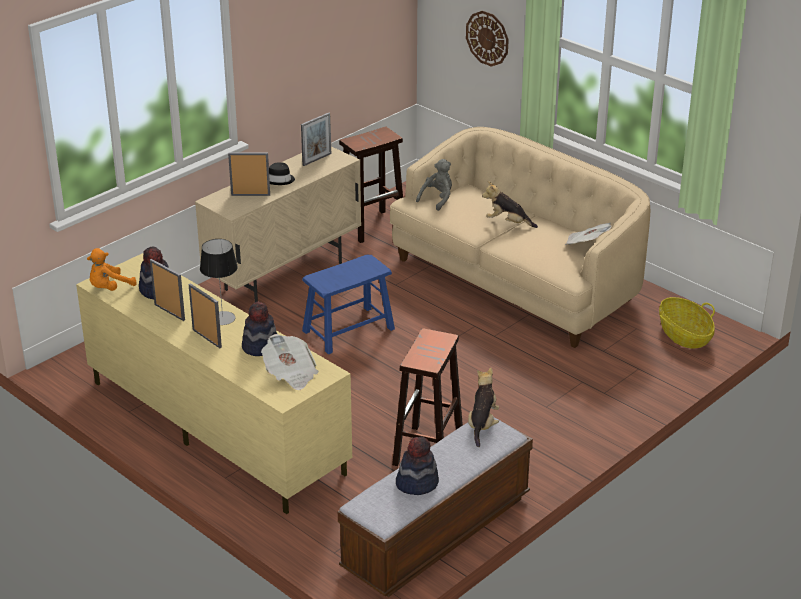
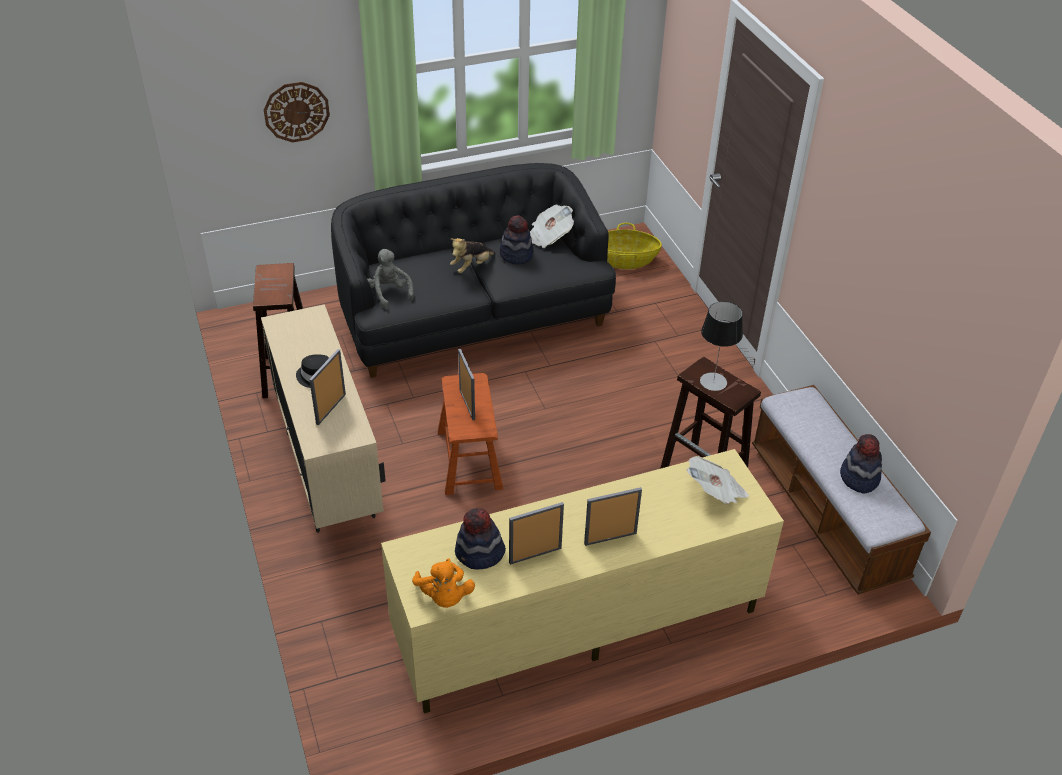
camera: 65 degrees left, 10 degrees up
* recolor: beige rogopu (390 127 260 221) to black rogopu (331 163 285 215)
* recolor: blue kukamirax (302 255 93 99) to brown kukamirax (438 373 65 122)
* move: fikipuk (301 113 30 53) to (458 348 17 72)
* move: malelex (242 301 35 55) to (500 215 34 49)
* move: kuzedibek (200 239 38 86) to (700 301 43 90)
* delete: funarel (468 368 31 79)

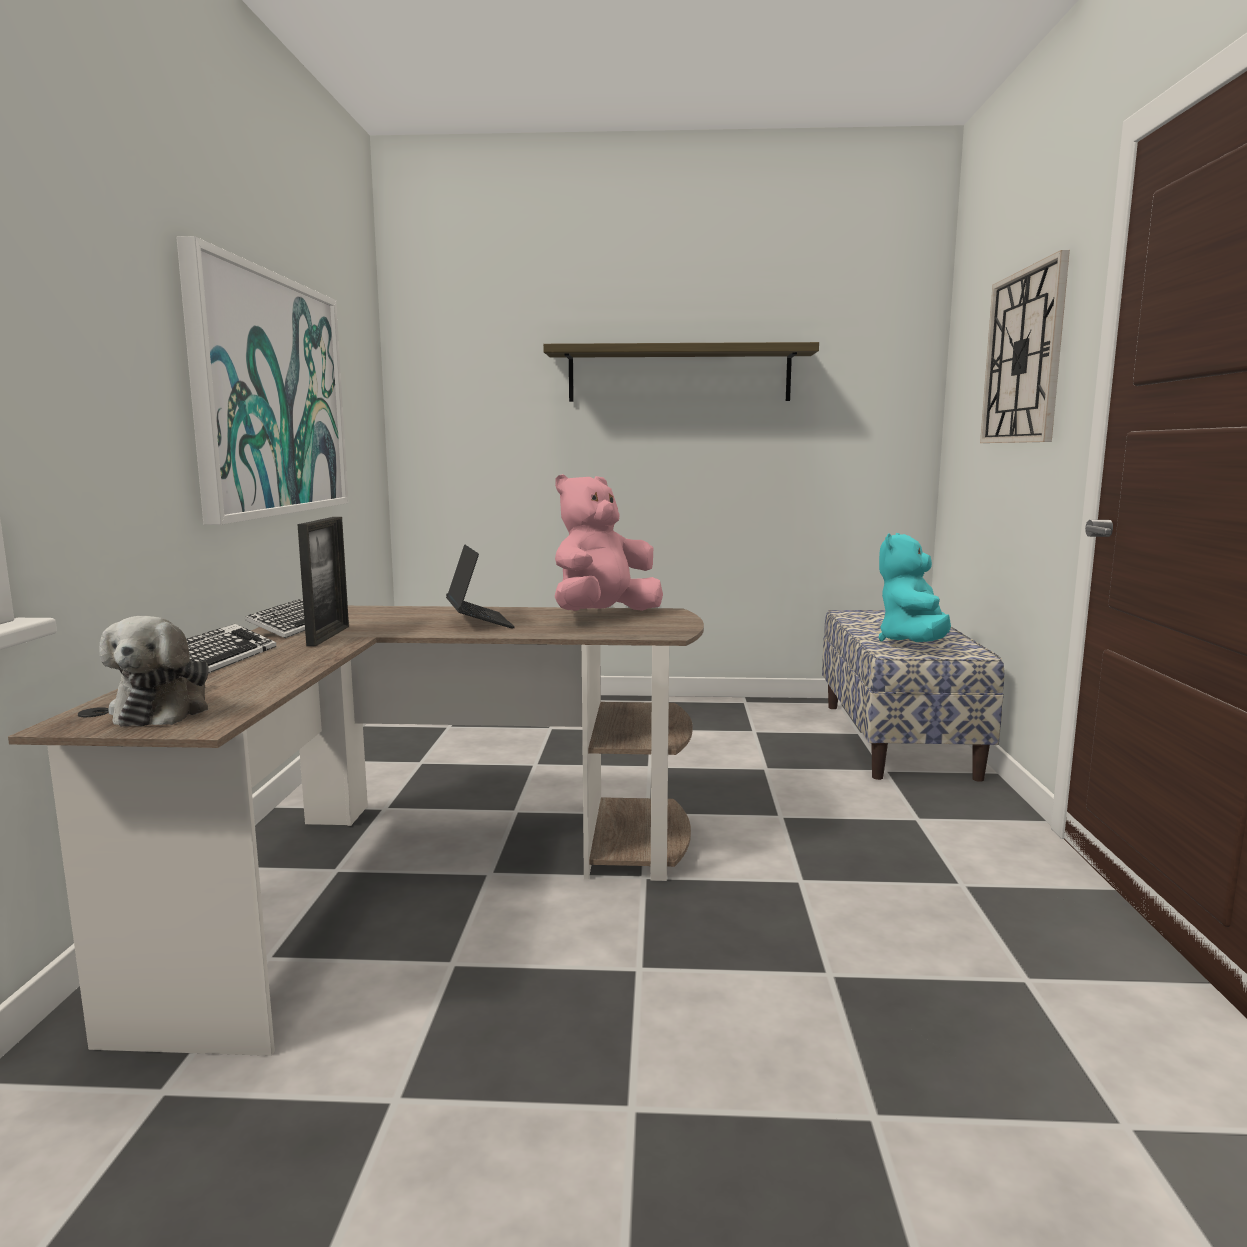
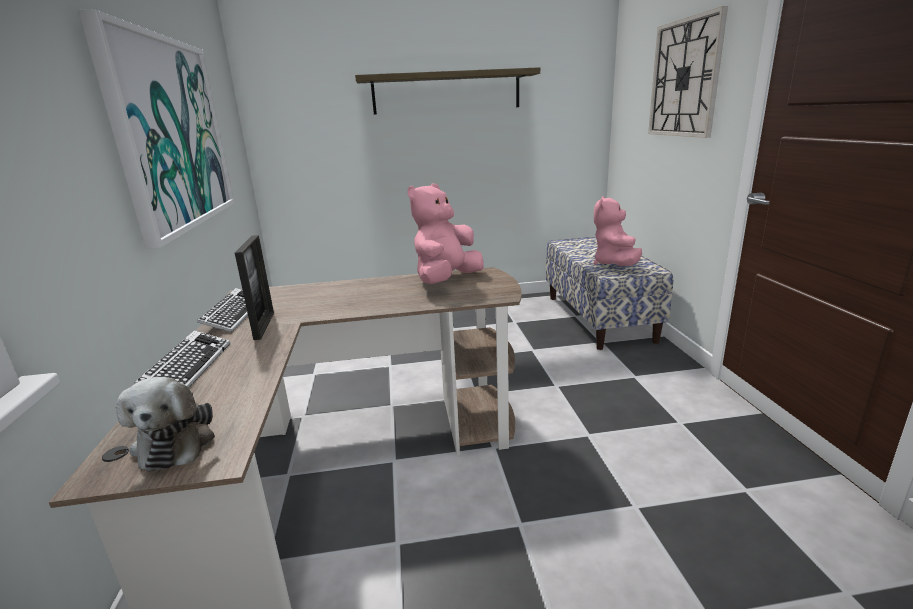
camera: 10 degrees left, 10 degrees up
* recolor: turquoise funarel (879 533 72 109) to pink funarel (594 196 48 70)
* delete: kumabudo (446 544 69 84)

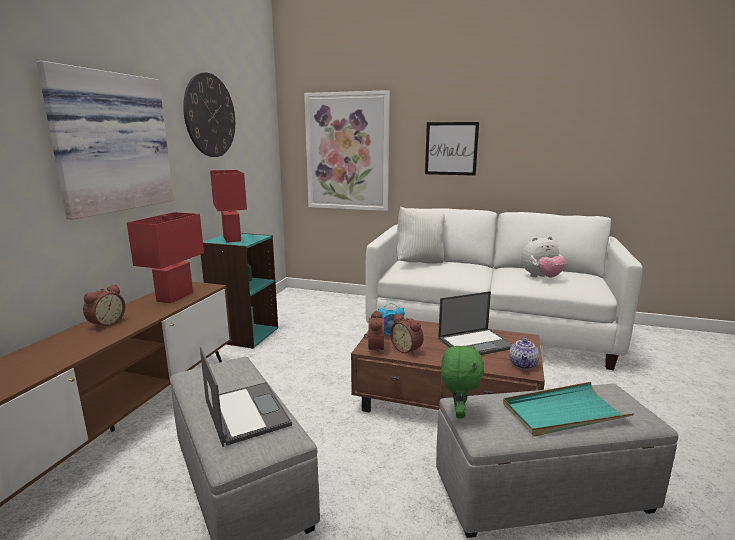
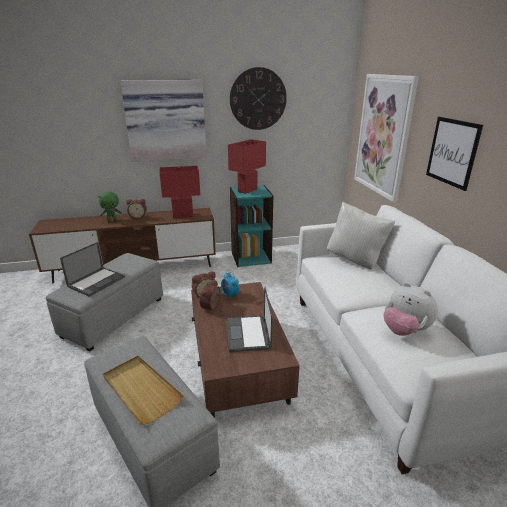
camera: 60 degrees right, 10 degrees up
* move: green funarel (441 344 43 75) to (98 192 24 29)
* recolor: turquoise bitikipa (503 382 131 54) to beige bitikipa (103 356 81 69)
* rotate: kumabudo (438 291 75 64) = (227 287 46 65) 45 degrees clockwise
* delete: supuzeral (509 337 30 33)

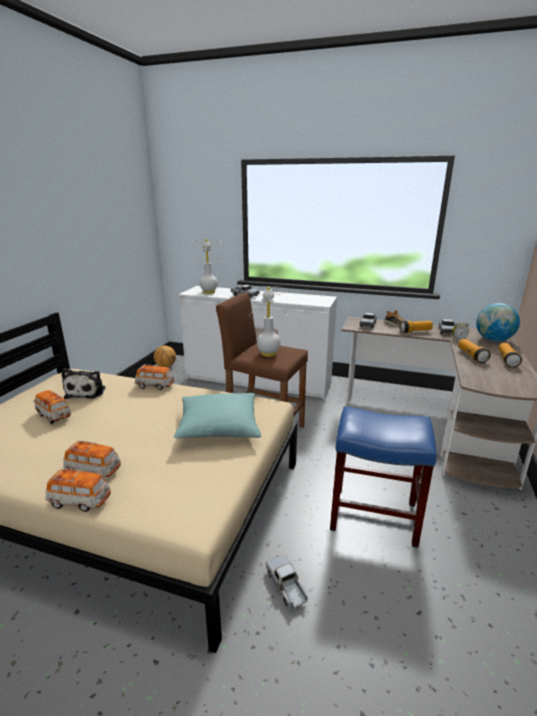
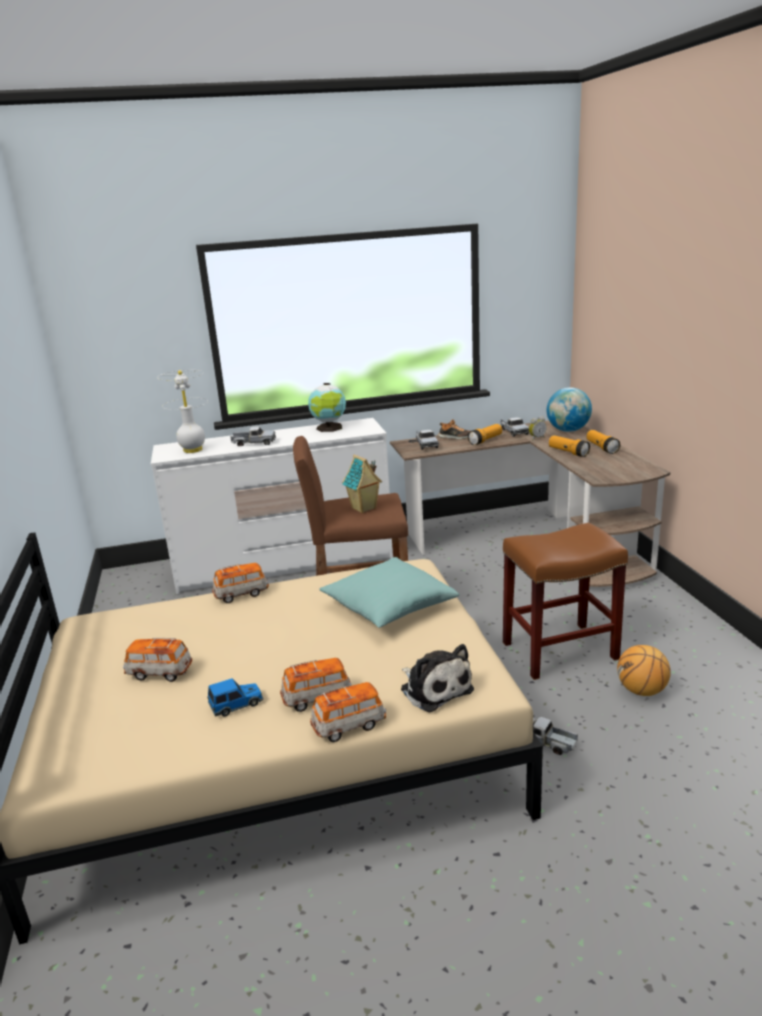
camera: 30 degrees left, 0 degrees up
* insert: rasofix (207 678 57 38)
* insert: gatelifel (308 383 38 49)
* replace: white kuzedibek (249 286 39 71) to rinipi (342 454 40 59)
* move: funarel (62 368 44 31) to (401 644 73 69)
* recolor: blue kukamirax (330 406 107 142) to brown kukamirax (503 523 125 157)
* move: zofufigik (154 346 22 21) to (617 645 54 51)

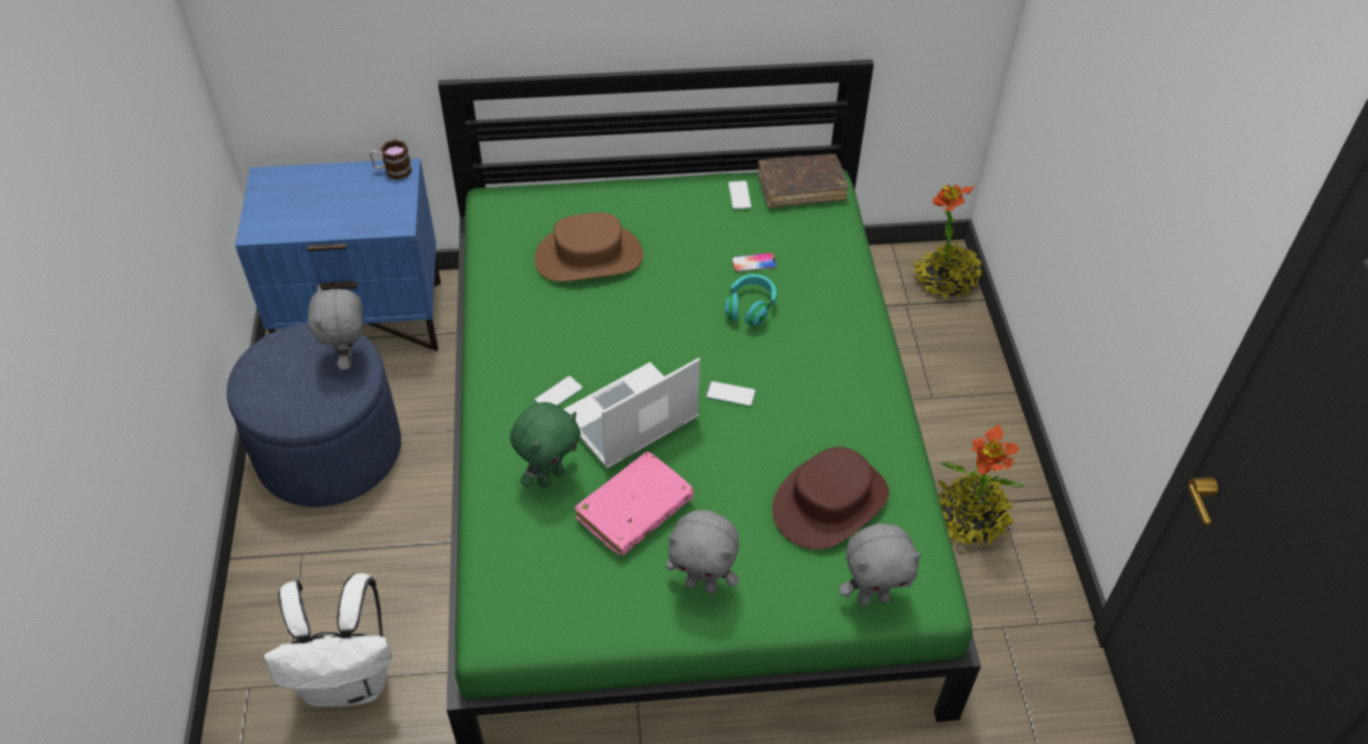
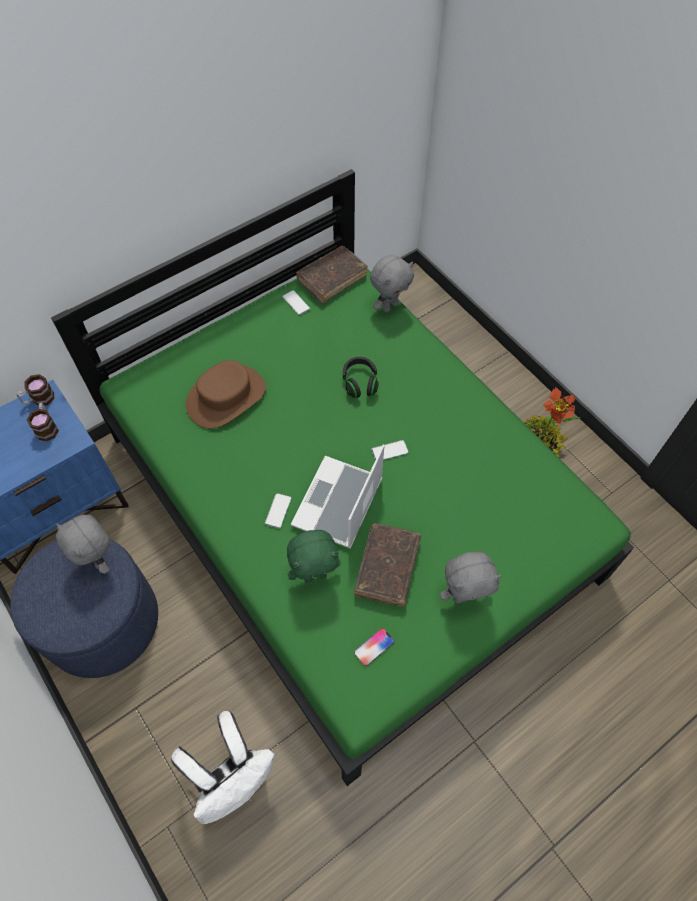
camera: 30 degrees left, 10 degrees up
* insert: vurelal (27 403 32 39)
* rotate: green funarel (510 402 71 86) = (287 530 54 52) 60 degrees clockwise
* recolor: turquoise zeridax (725 274 51 52) to black zeridax (343 357 36 41)
* recolor: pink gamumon (575 452 119 104) to brown gamumon (354 523 67 84)
* move: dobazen (732 253 45 19) to (354 628 40 38)
* move: grey funarel (839 524 83 82) to (370 255 44 57)
* delete: brown malelex (772 447 117 103)
* delete: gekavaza (911 184 71 115)

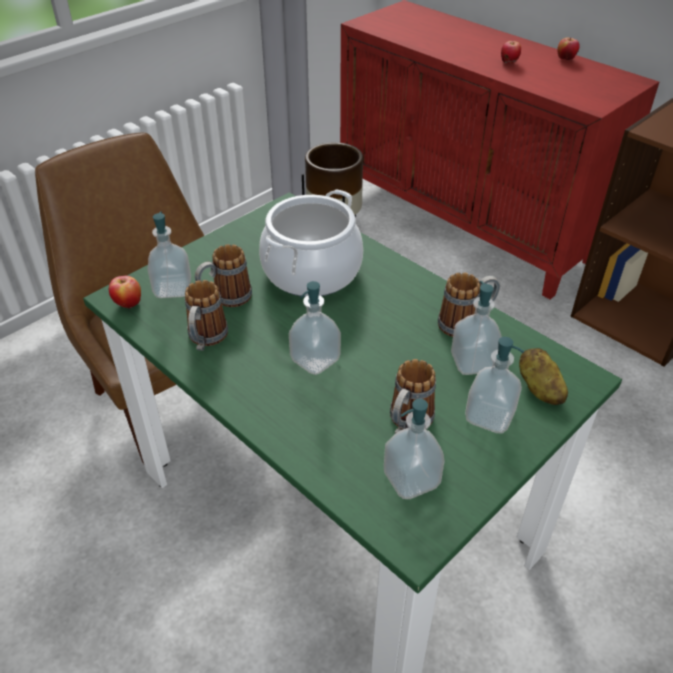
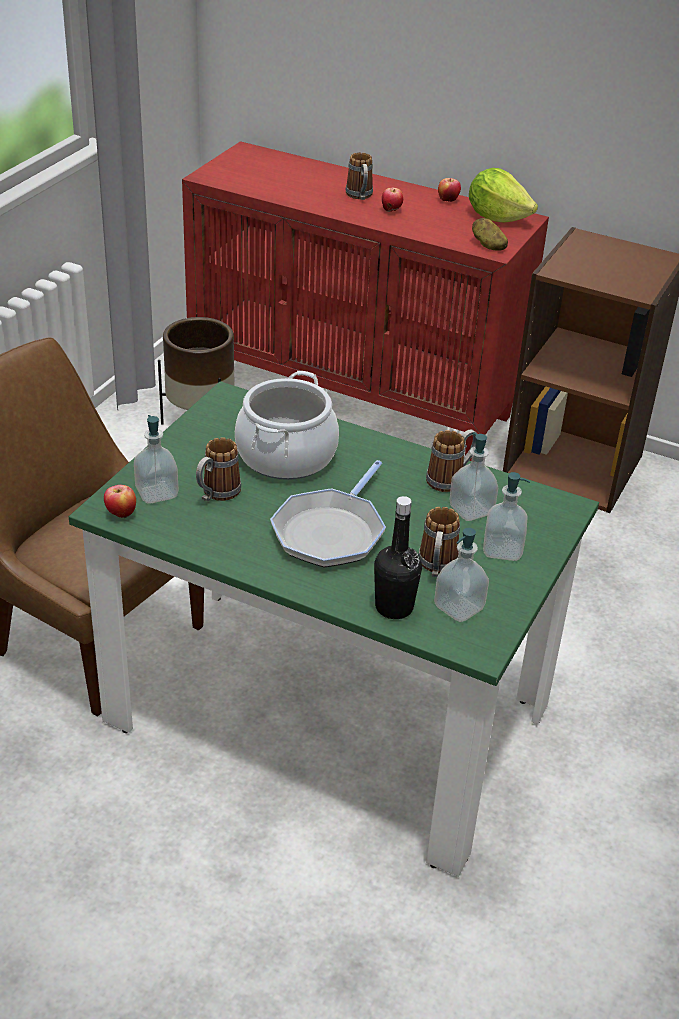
camera: 20 degrees left, 5 degrees down
* replace: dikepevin (289 281 52 94) to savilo (270 460 116 108)
* move: vurelal (185 280 43 71) to (346 152 27 48)
* insert: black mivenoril (374 496 48 123)
* insert: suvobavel (469 168 69 55)
* move: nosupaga (519 348 49 57) to (472 218 36 32)

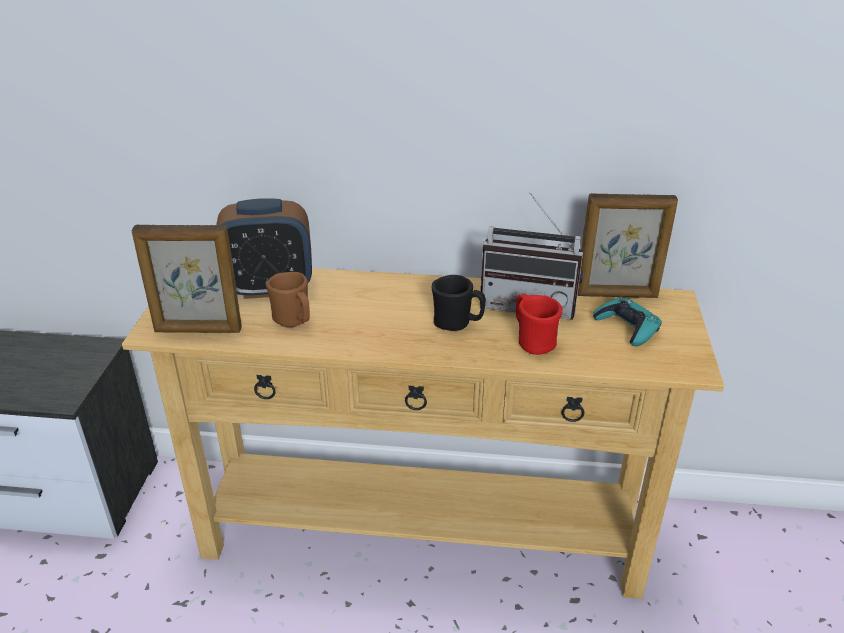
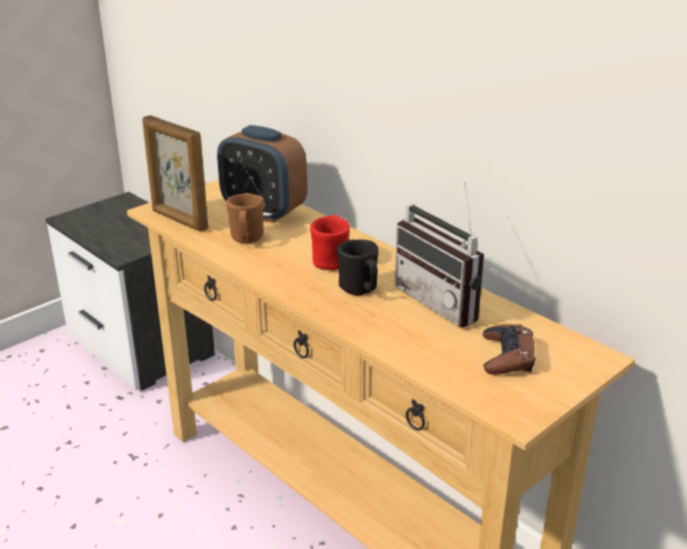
camera: 40 degrees right, 5 degrees down
* move: red vurelal (516 294 47 61) to (310 215 40 55)
* recolor: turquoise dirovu (593 297 69 49) to brown dirovu (483 324 53 51)
* delete: fikipuk (577 193 101 105)

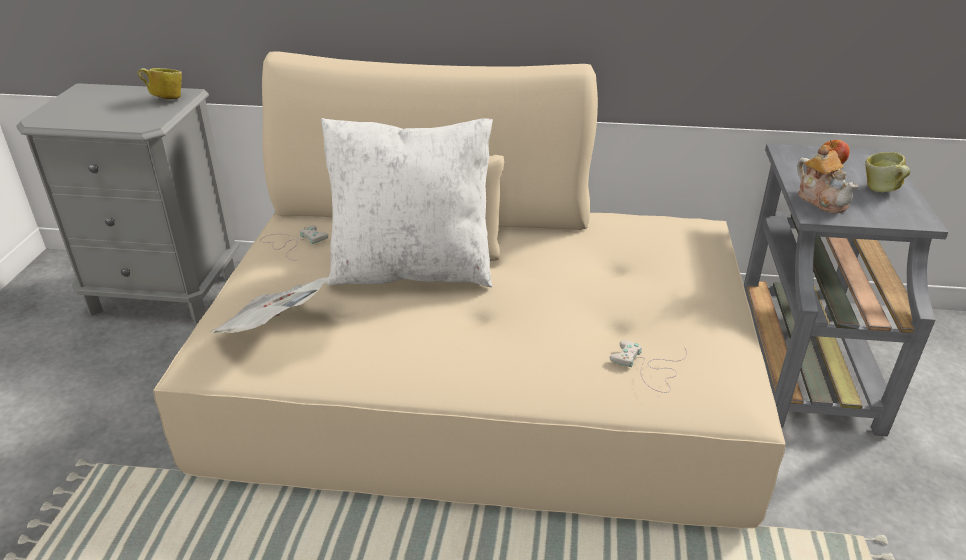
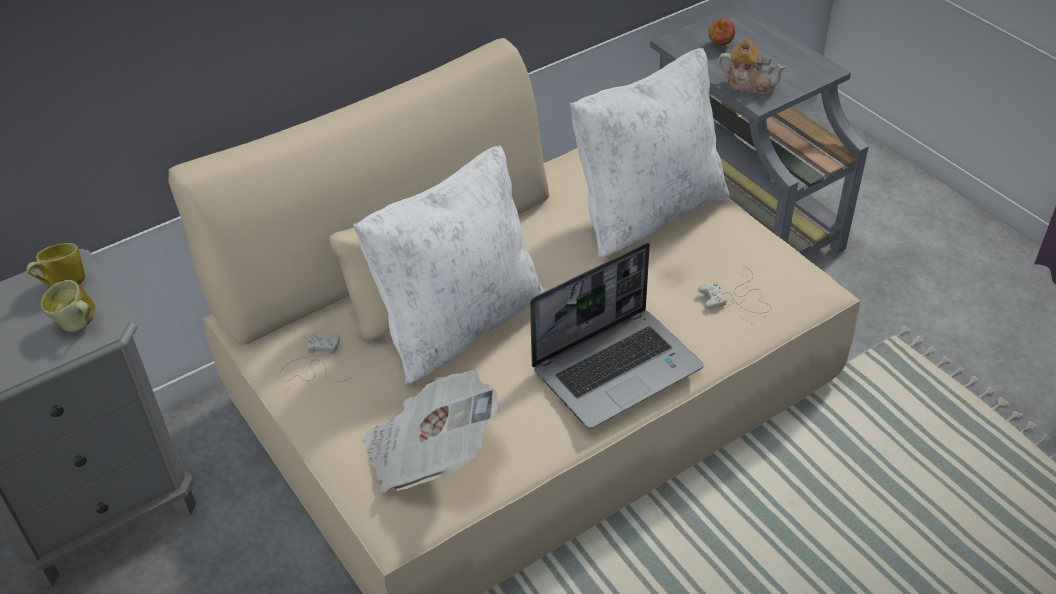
camera: 40 degrees left, 10 degrees up
* move: vurelal (865 152 45 41) to (41 280 54 52)
* insert: kumabudo (530 243 174 186)
* insert: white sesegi (570 48 160 210)

